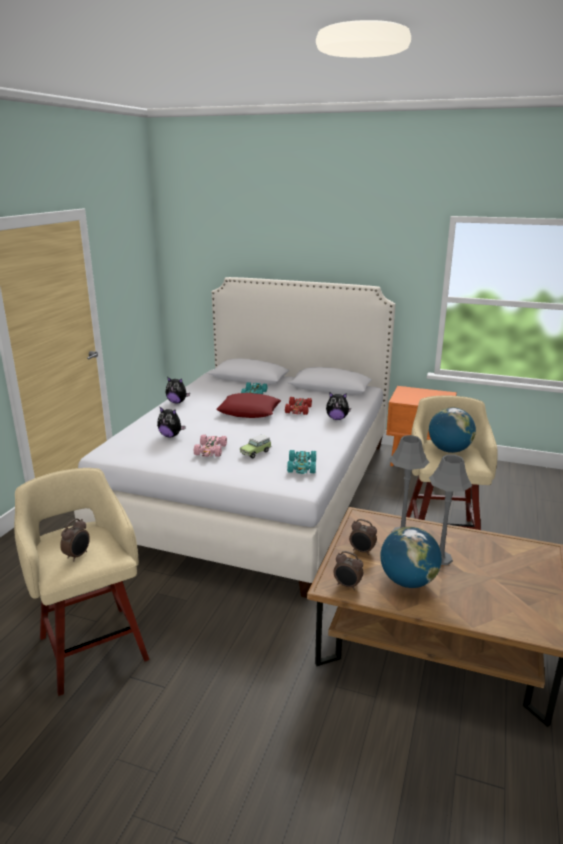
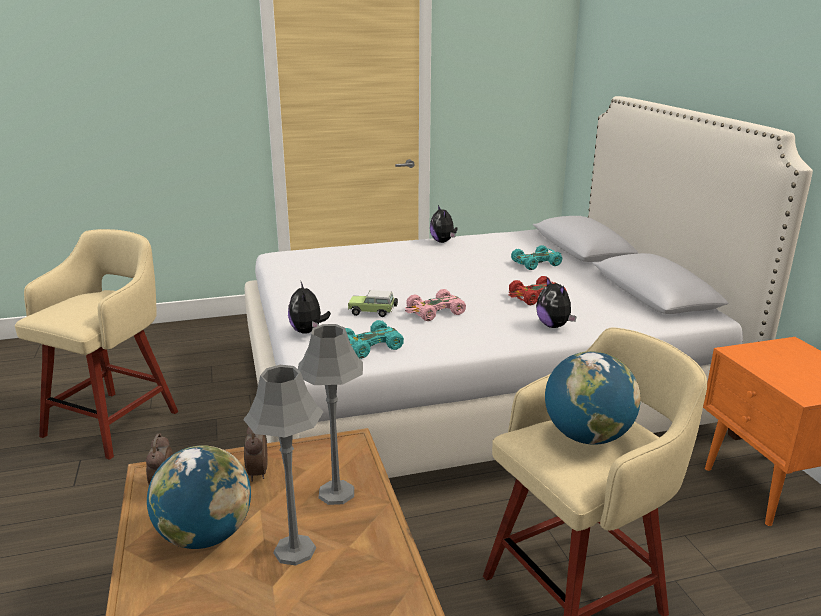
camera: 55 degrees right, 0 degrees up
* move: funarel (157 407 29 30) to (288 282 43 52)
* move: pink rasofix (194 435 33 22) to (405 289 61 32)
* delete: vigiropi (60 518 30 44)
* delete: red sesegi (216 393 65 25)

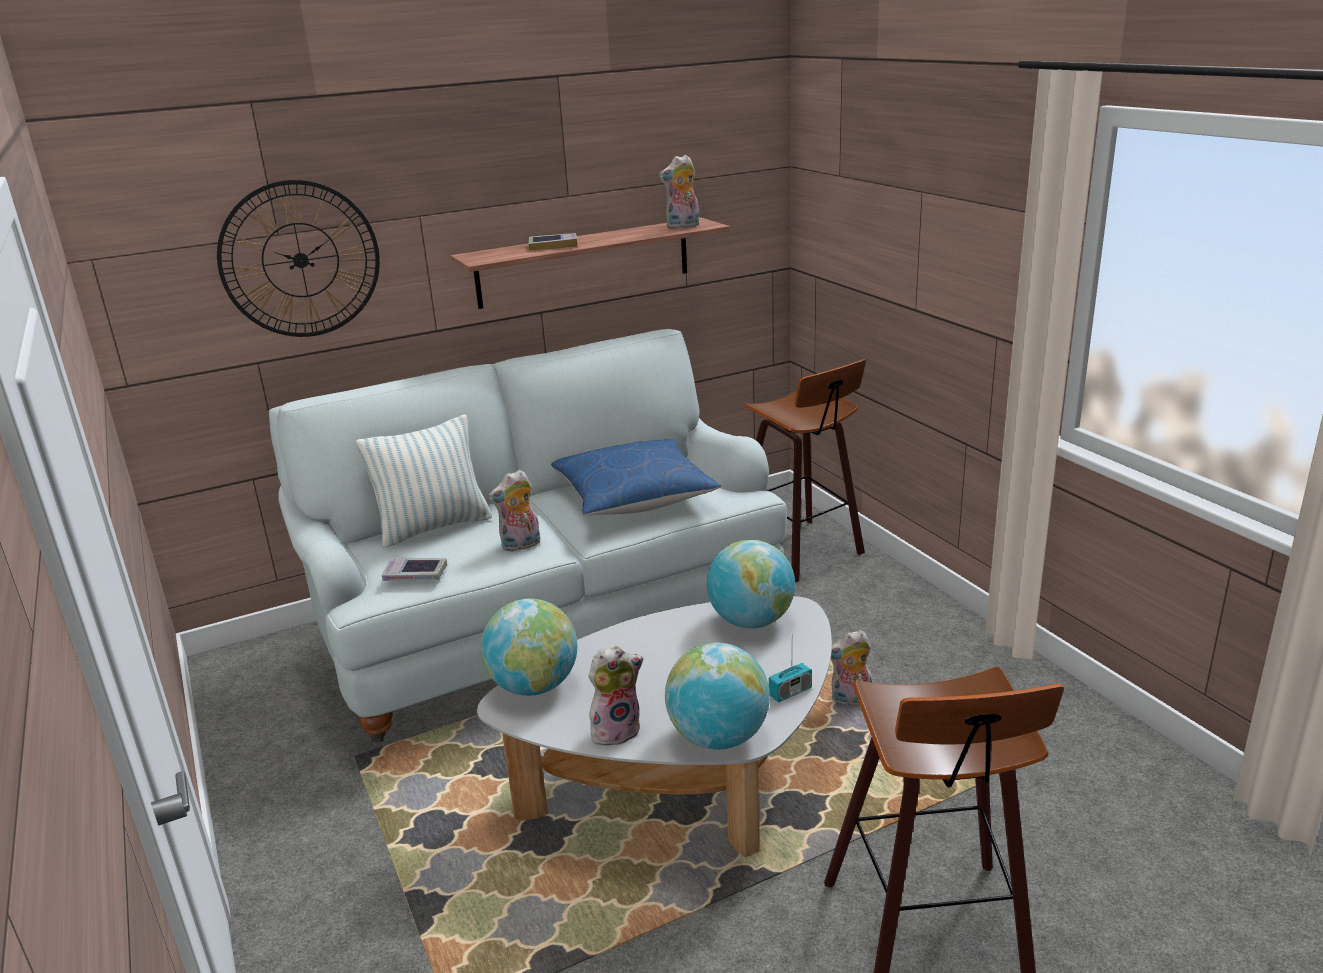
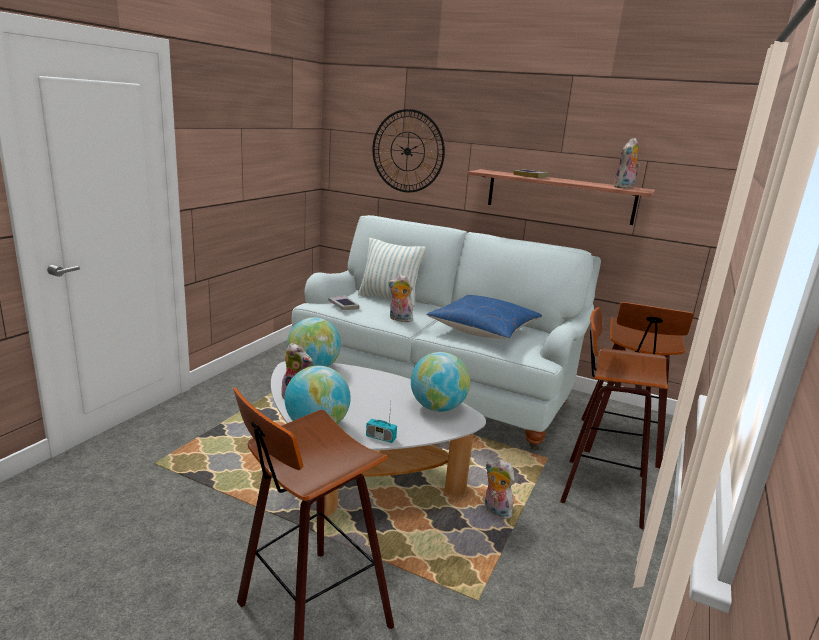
camera: 50 degrees right, 5 degrees down
* insert: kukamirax (560 307 109 222)
* rotate: funarel (659 154 40 75) = (613 138 27 51) 75 degrees counterclockwise

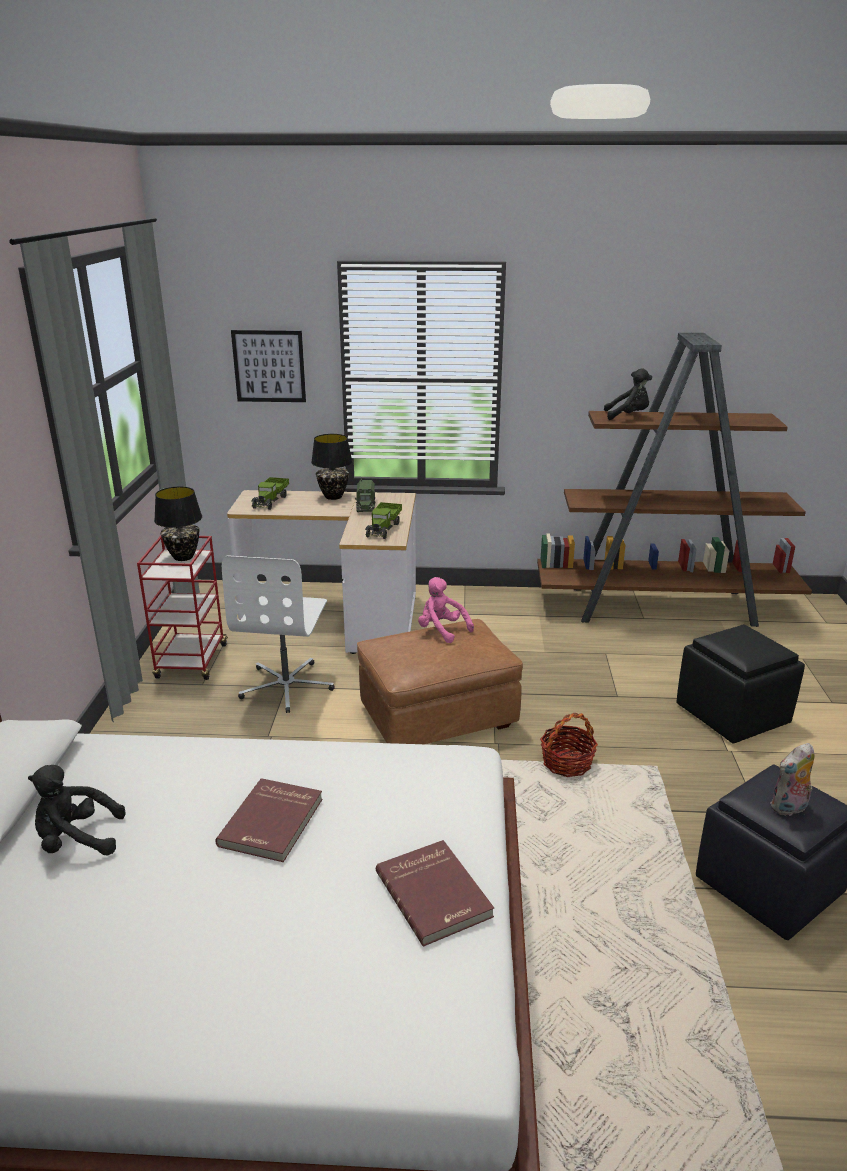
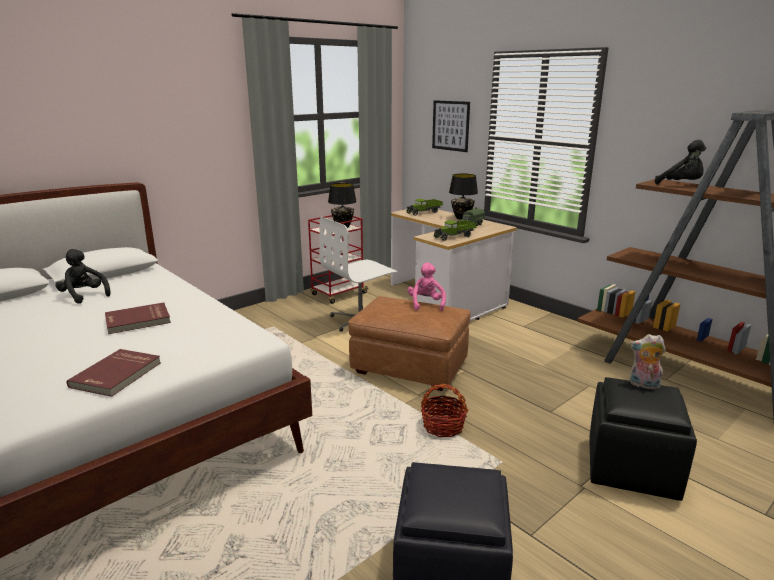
camera: 45 degrees right, 5 degrees down
* move: funarel (770 743 45 73) to (630 334 36 56)

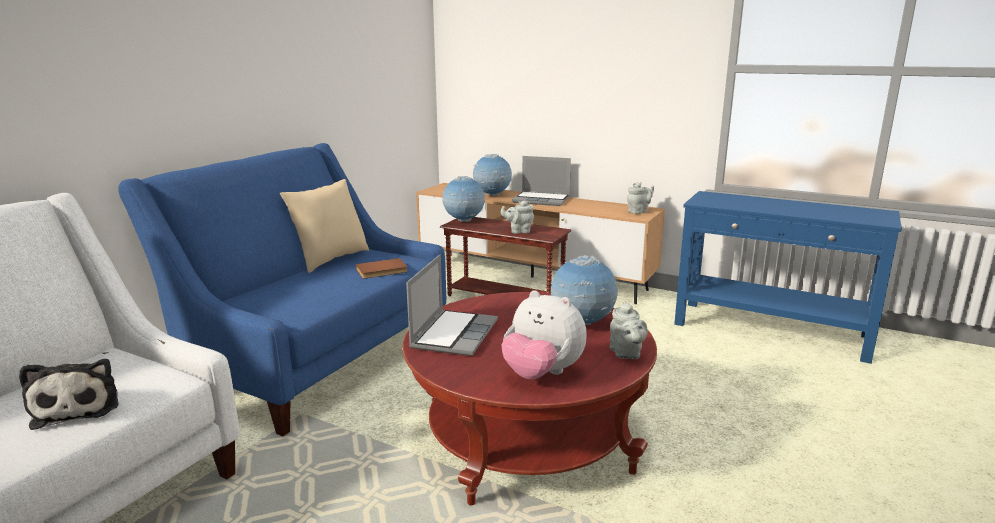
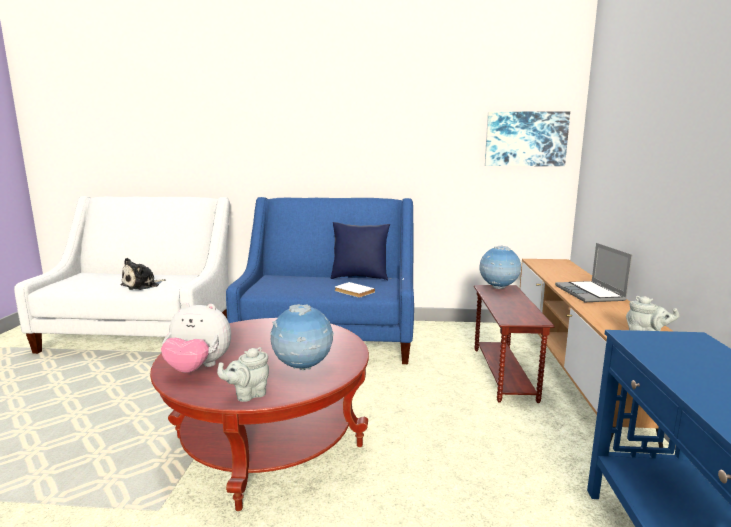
camera: 65 degrees right, 5 degrees down
* rotate: funarel (501 290 86 89) = (161 303 70 70) 90 degrees counterclockwise
* recolor: beige sesegi (280 179 89 94) to blue sesegi (331 222 59 59)
* recolor: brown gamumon (356 258 52 21) to white gamumon (335 282 40 16)
* insert: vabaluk (485 111 85 55)
* delete: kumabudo (406 255 92 101)
* delete: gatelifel (473 154 39 42)
* delete: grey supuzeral (501 201 33 33)

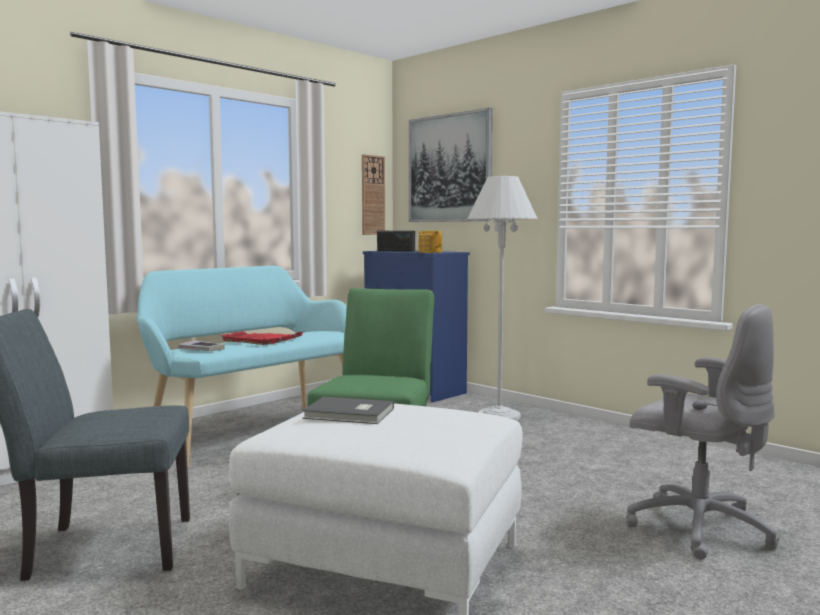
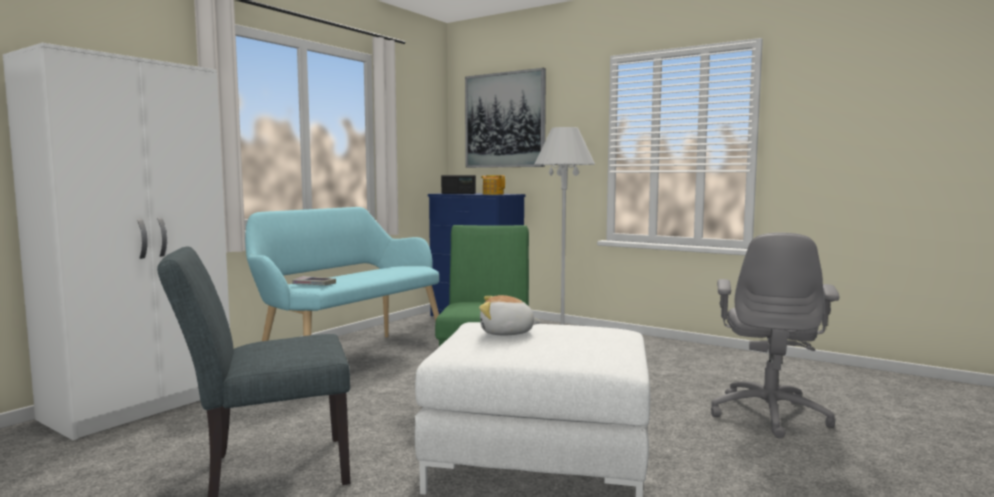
camera: 10 degrees left, 0 degrees up
* replace: grey gamumon (302 397 92 27) to funarel (479 295 63 40)
* rotate: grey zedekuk (626 304 153 256) = (711 232 128 206) 75 degrees clockwise
* delete: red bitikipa (220 331 83 14)
* delete: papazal (362 154 23 81)

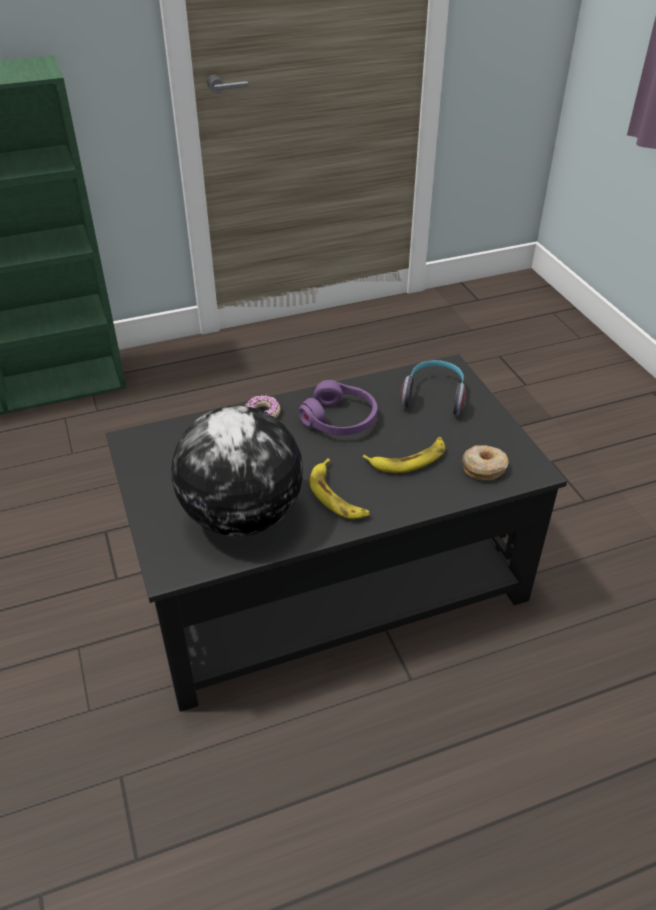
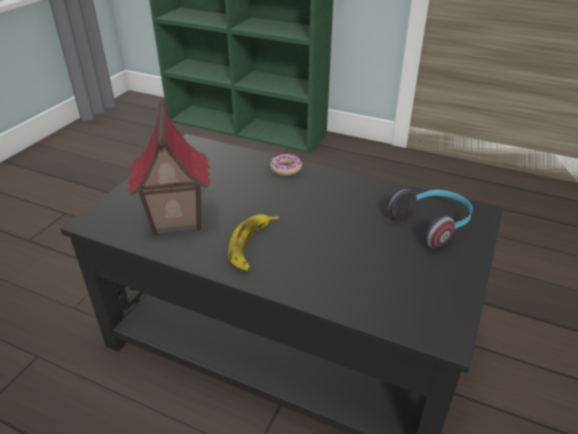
camera: 45 degrees right, 5 degrees down
* replace: gatelifel (171 406 132 131) to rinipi (127 98 84 137)
* delete: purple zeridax (299 380 78 55)
* delete: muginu (363 437 82 36)
* delete: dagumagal (462 446 47 34)

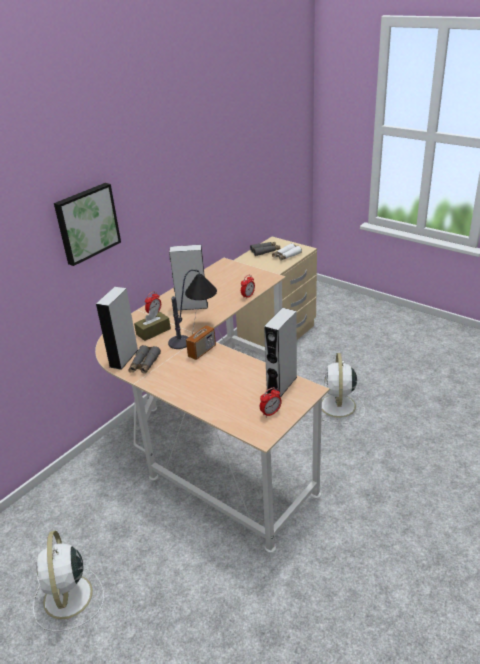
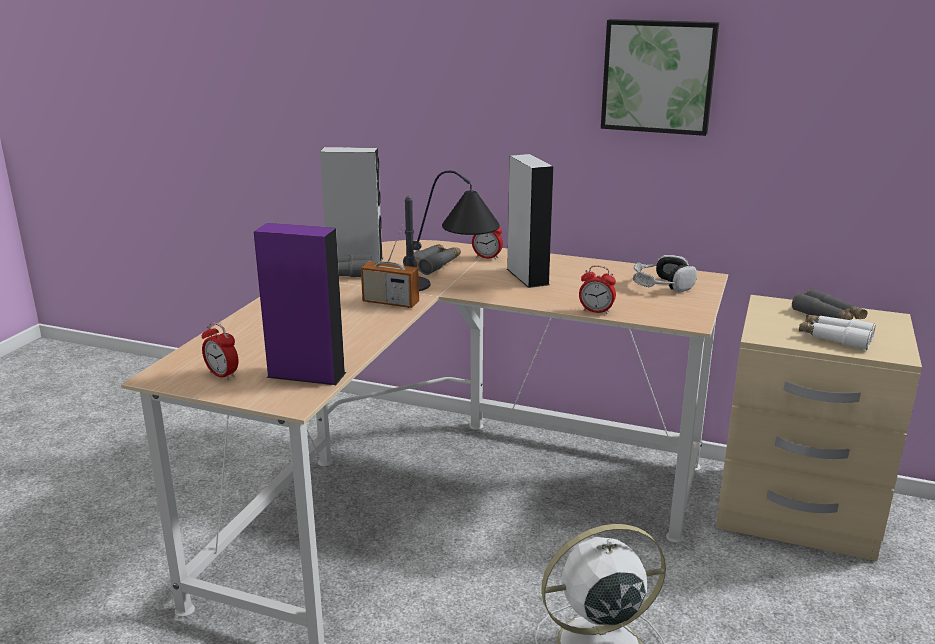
camera: 70 degrees right, 10 degrees down
* recolor: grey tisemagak (264 308 33 90) to purple tisemagak (254 223 92 162)
* replace: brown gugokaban (134 309 37 32) to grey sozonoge (403 244 58 31)
* move: vabaluk (54 183 67 83) to (601 19 118 117)
* insert: zeridax (633 255 64 37)
* delete: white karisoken (33 530 71 102)

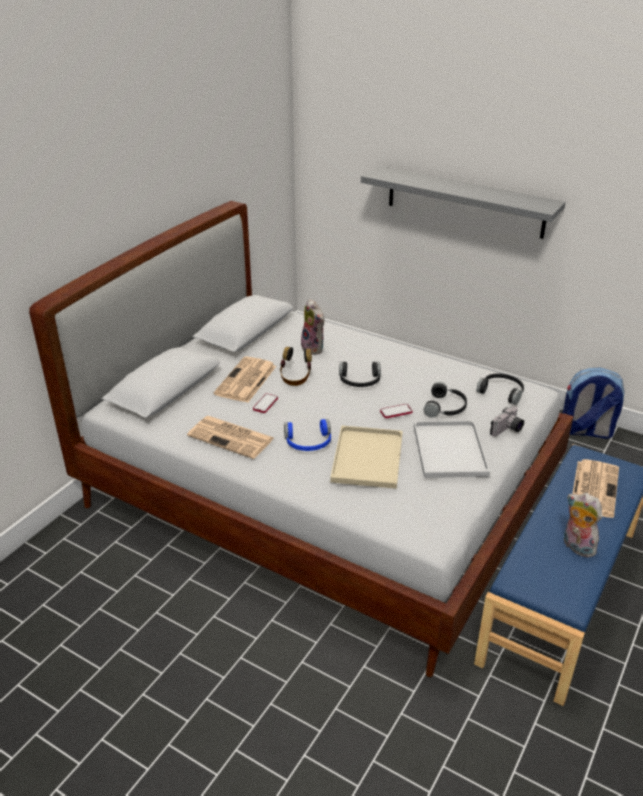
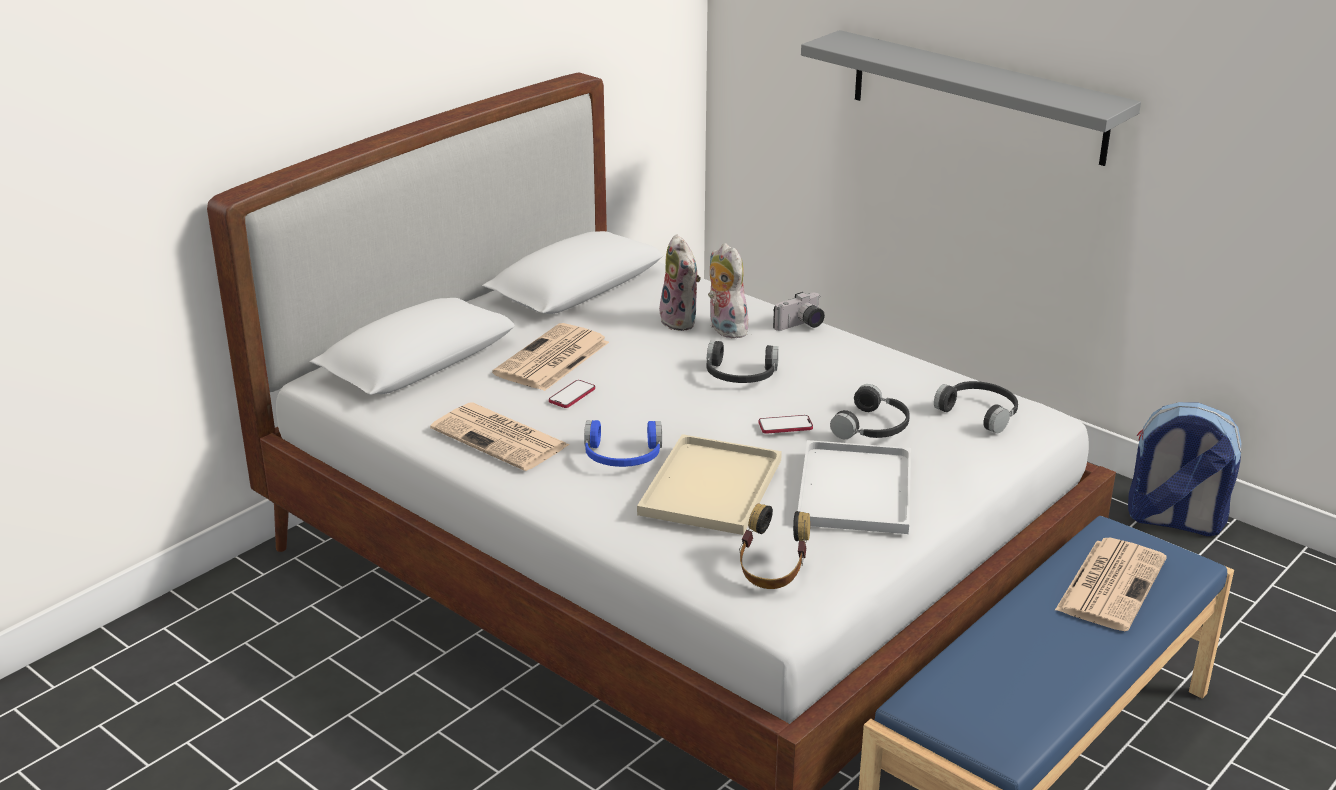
camera: 10 degrees right, 5 degrees down
* move: funarel (564 493 38 65) to (708 243 40 95)
* move: zeridax (280 347 32 39) to (739 503 71 86)
* move: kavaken (490 406 34 31) to (773 292 52 39)

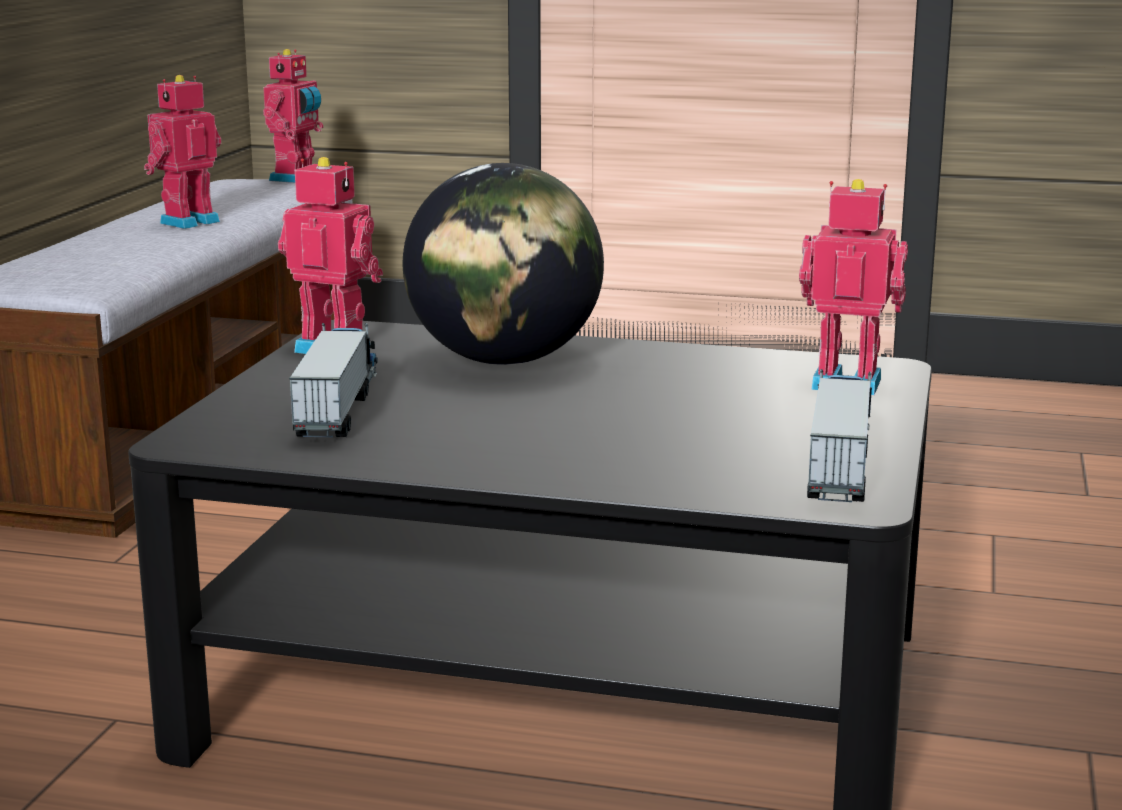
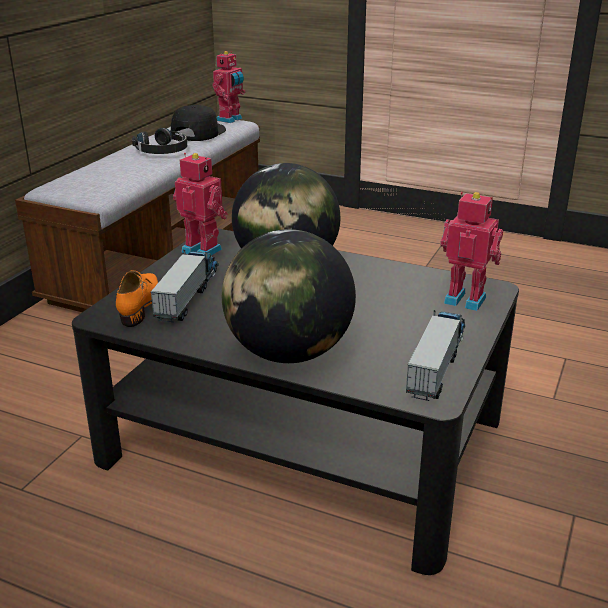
camera: 10 degrees right, 10 degrees up
* insert: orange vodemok (116 270 42 57)
* replace: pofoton (144 75 77 154) to black zeridax (132 128 55 26)
* insert: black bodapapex (171 105 55 36)
* insert: gatelifel (222 229 134 134)

